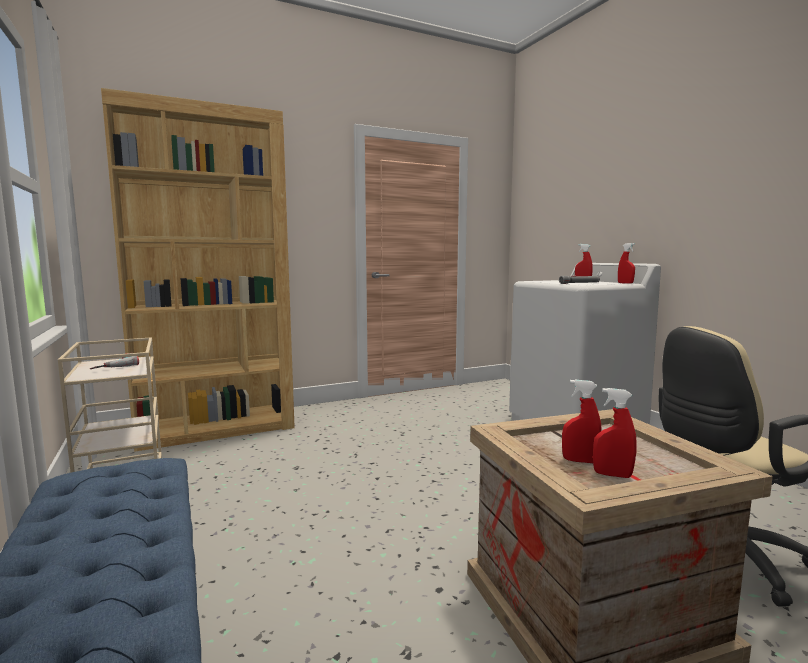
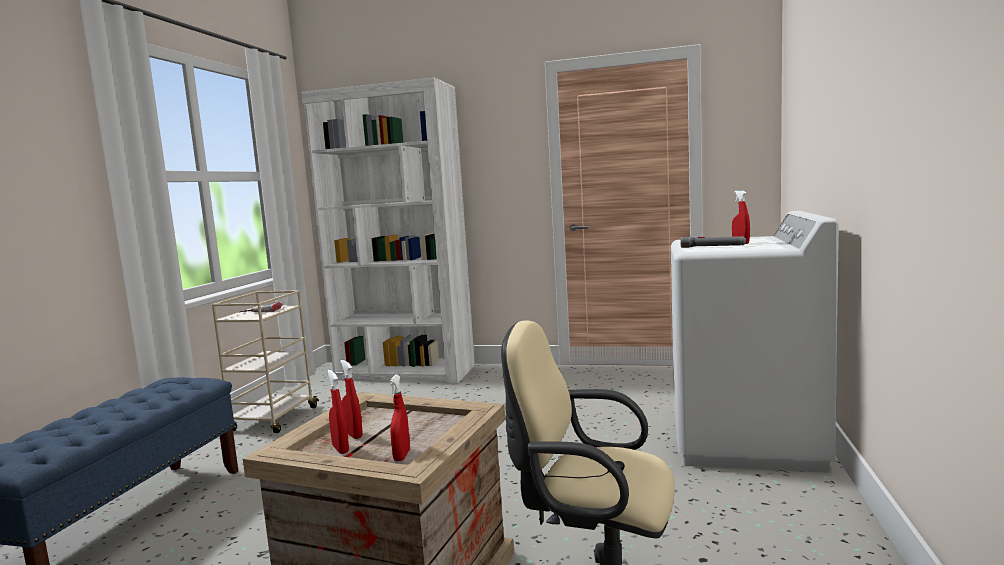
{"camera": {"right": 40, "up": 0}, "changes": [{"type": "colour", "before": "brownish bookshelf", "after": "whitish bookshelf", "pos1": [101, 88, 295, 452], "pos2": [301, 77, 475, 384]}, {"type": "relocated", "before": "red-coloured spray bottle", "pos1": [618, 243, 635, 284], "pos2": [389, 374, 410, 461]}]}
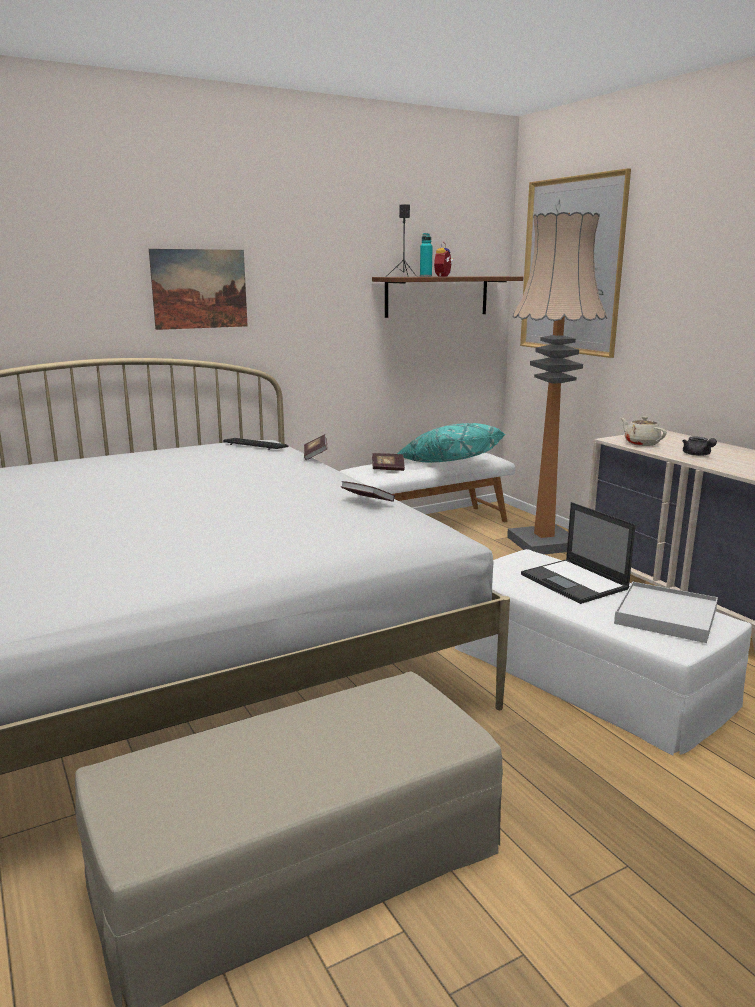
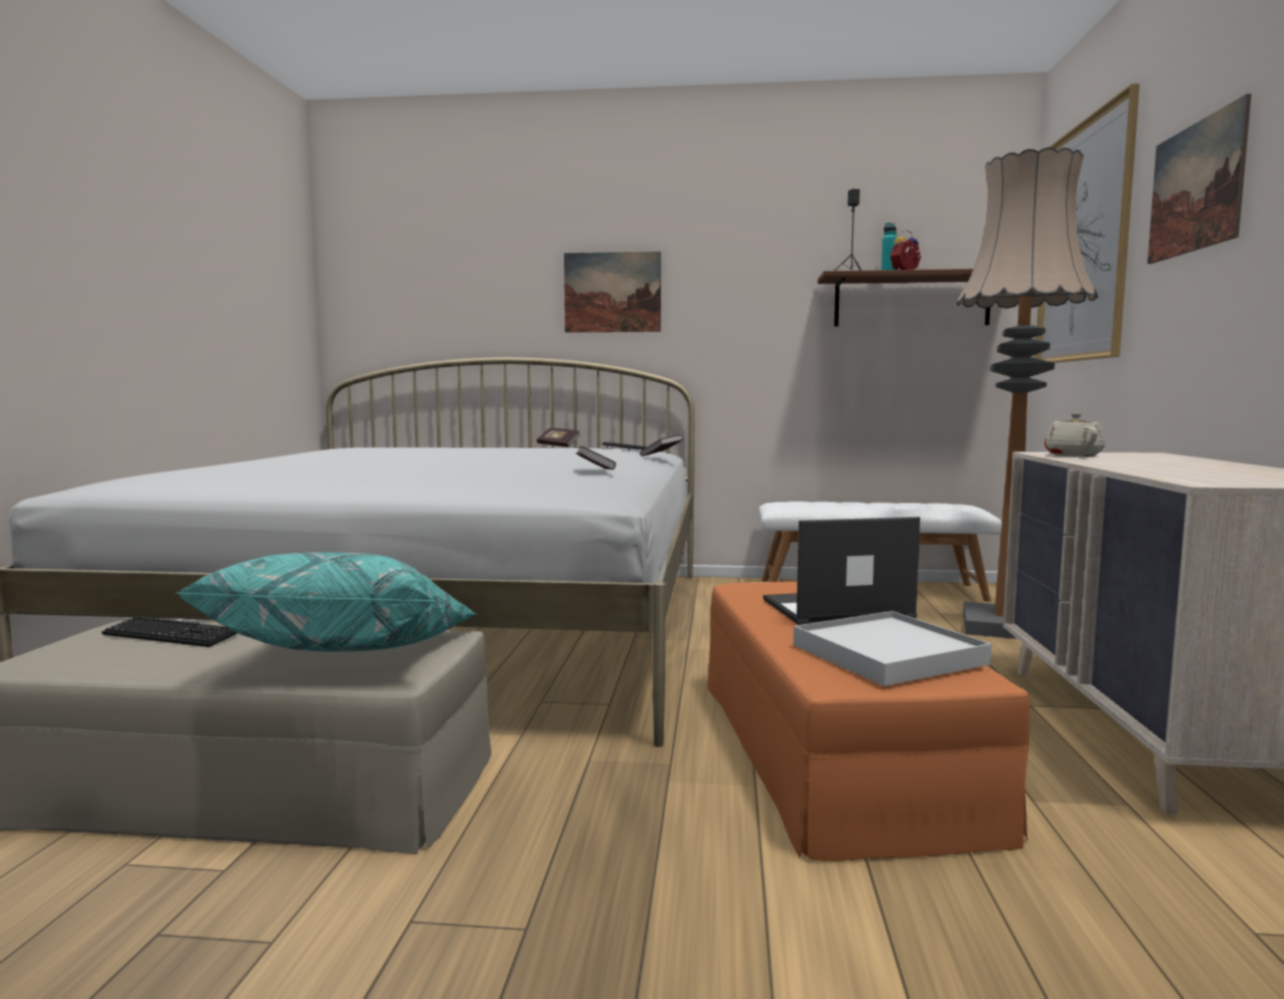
{"camera": {"right": 35, "up": -10}, "changes": [{"type": "appeared", "after": "PC keyboard", "pos2": [102, 616, 238, 647]}, {"type": "relocated", "before": "turquoise pillow", "pos1": [397, 423, 506, 463], "pos2": [176, 552, 477, 652]}, {"type": "relocated", "before": "bound book", "pos1": [372, 453, 405, 471], "pos2": [537, 428, 580, 447]}, {"type": "colour", "before": "whitish pouffe", "after": "orange-coloured pouffe", "pos1": [455, 549, 752, 755], "pos2": [707, 582, 1030, 861]}, {"type": "spun", "before": "portable computer", "pos1": [521, 502, 636, 604], "pos2": [763, 517, 920, 625], "turn": 75}, {"type": "appeared", "after": "wall art", "pos2": [1147, 94, 1251, 264]}, {"type": "missing", "before": "gray pot for tea", "pos1": [682, 436, 717, 456]}]}
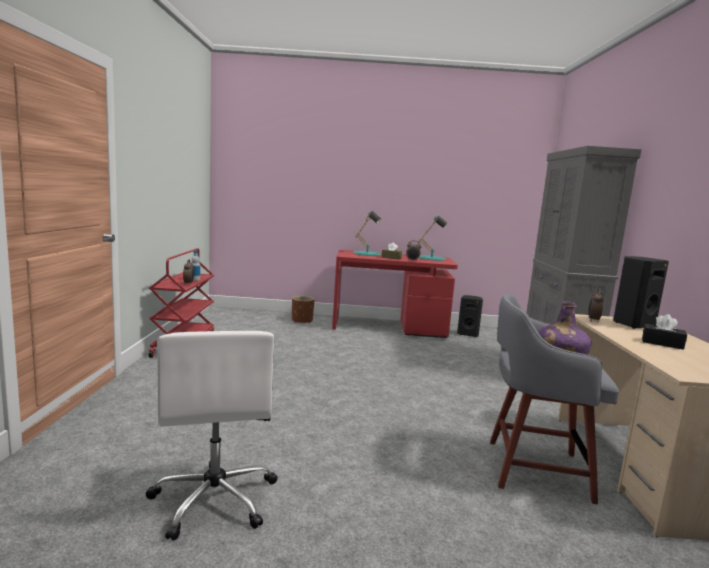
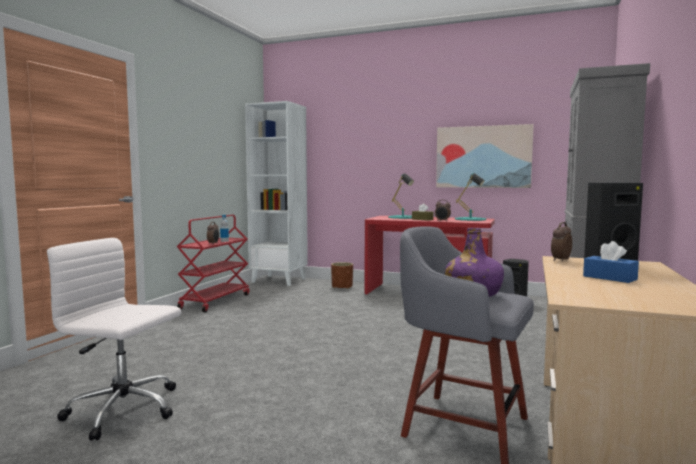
{"camera": {"right": 20, "up": -5}, "changes": [{"type": "spun", "before": "whitish computer chair", "pos1": [145, 331, 278, 541], "pos2": [47, 238, 181, 441], "turn": 105}, {"type": "appeared", "after": "whitish bookshelf", "pos2": [245, 101, 308, 286]}, {"type": "appeared", "after": "wall art", "pos2": [436, 124, 534, 188]}, {"type": "colour", "before": "blackish tissue holder", "after": "blue-coloured tissue holder", "pos1": [642, 314, 687, 350], "pos2": [583, 241, 639, 283]}]}
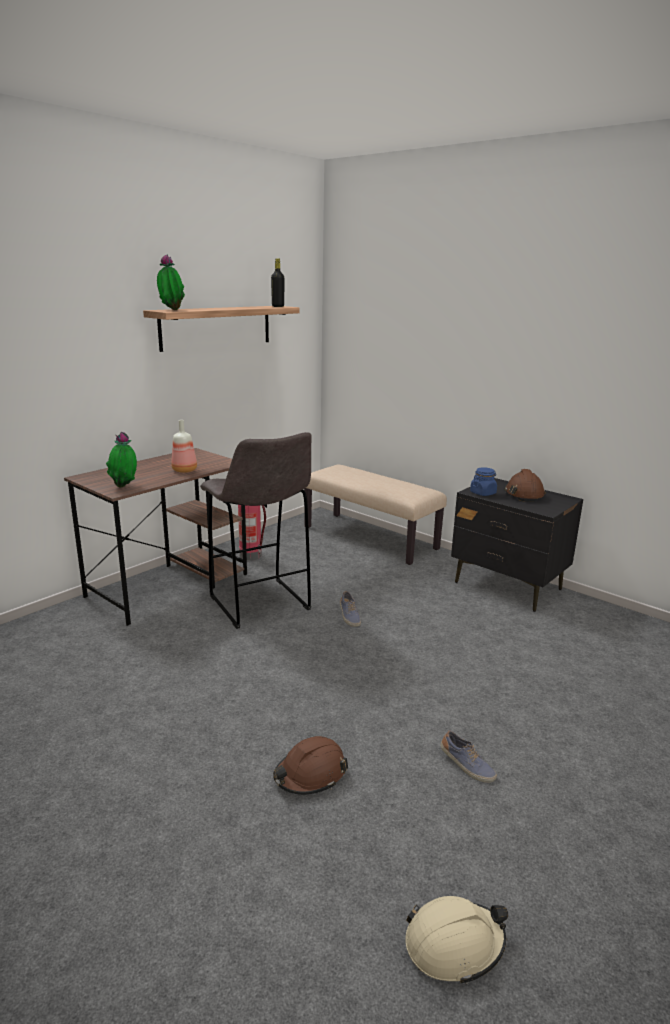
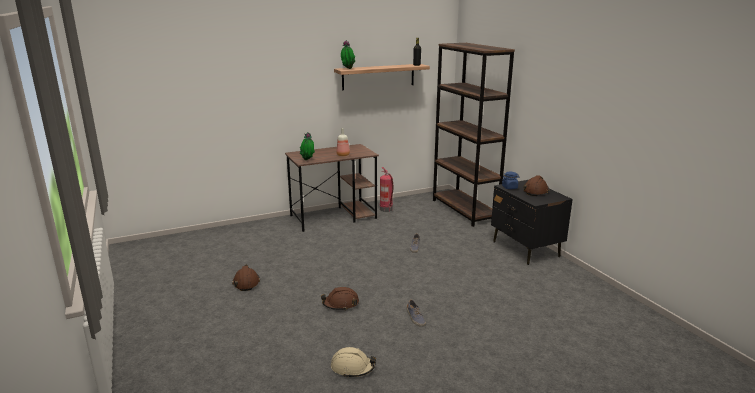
{"camera": {"right": 25, "up": 0}, "changes": [{"type": "appeared", "after": "brownish hard hat", "pos2": [232, 265, 260, 291]}, {"type": "exchanged", "before": "sand-coloured indoor bench", "after": "brownish bookshelf", "pos1": [304, 464, 447, 565], "pos2": [433, 43, 515, 227]}, {"type": "missing", "before": "gray sitting stool", "pos1": [200, 432, 312, 629]}]}
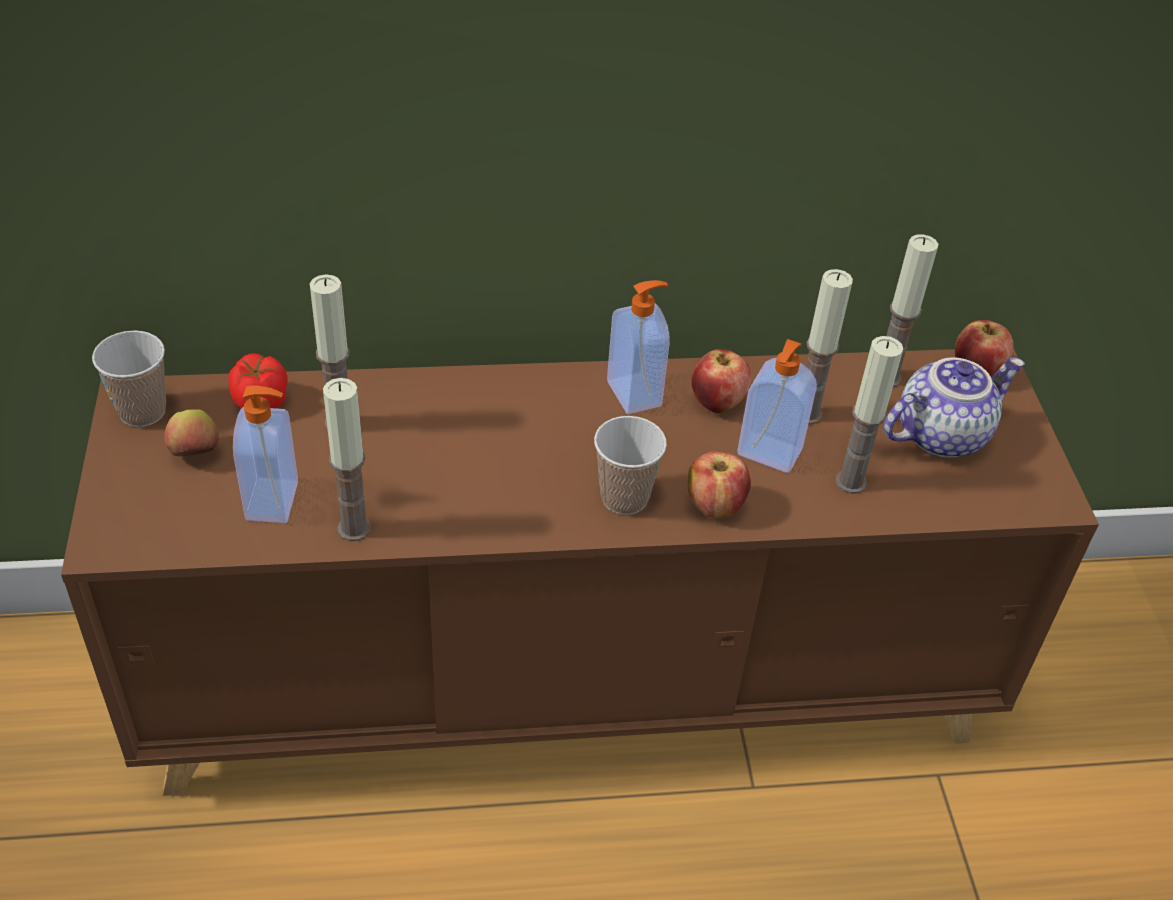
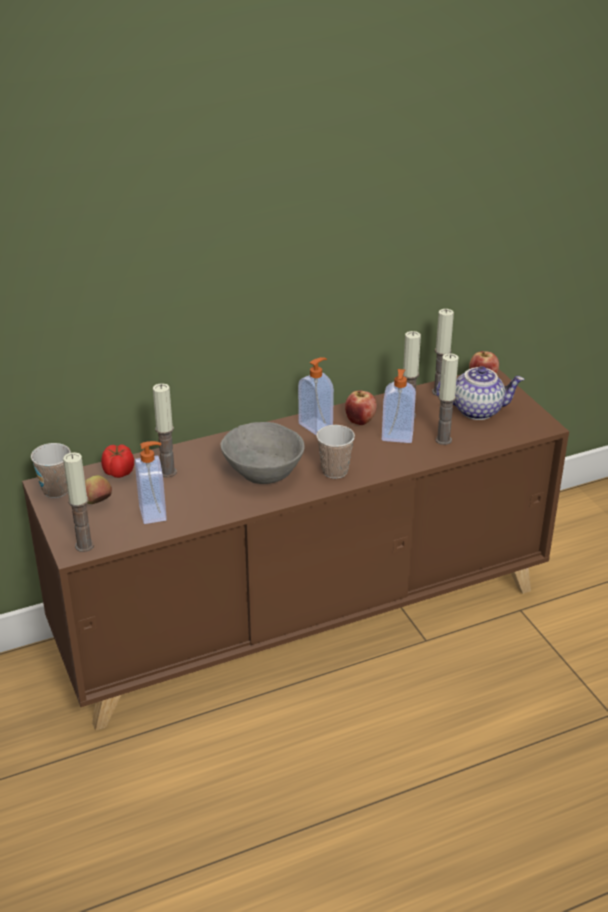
{"camera": {"right": -15, "up": -10}, "changes": [{"type": "relocated", "before": "wax light", "pos1": [323, 378, 371, 541], "pos2": [63, 452, 94, 552]}, {"type": "appeared", "after": "gray serving bowl", "pos2": [220, 422, 305, 484]}, {"type": "spun", "before": "pot for tea", "pos1": [884, 357, 1025, 458], "pos2": [436, 366, 525, 420], "turn": 45}, {"type": "missing", "before": "apple", "pos1": [688, 452, 751, 518]}]}
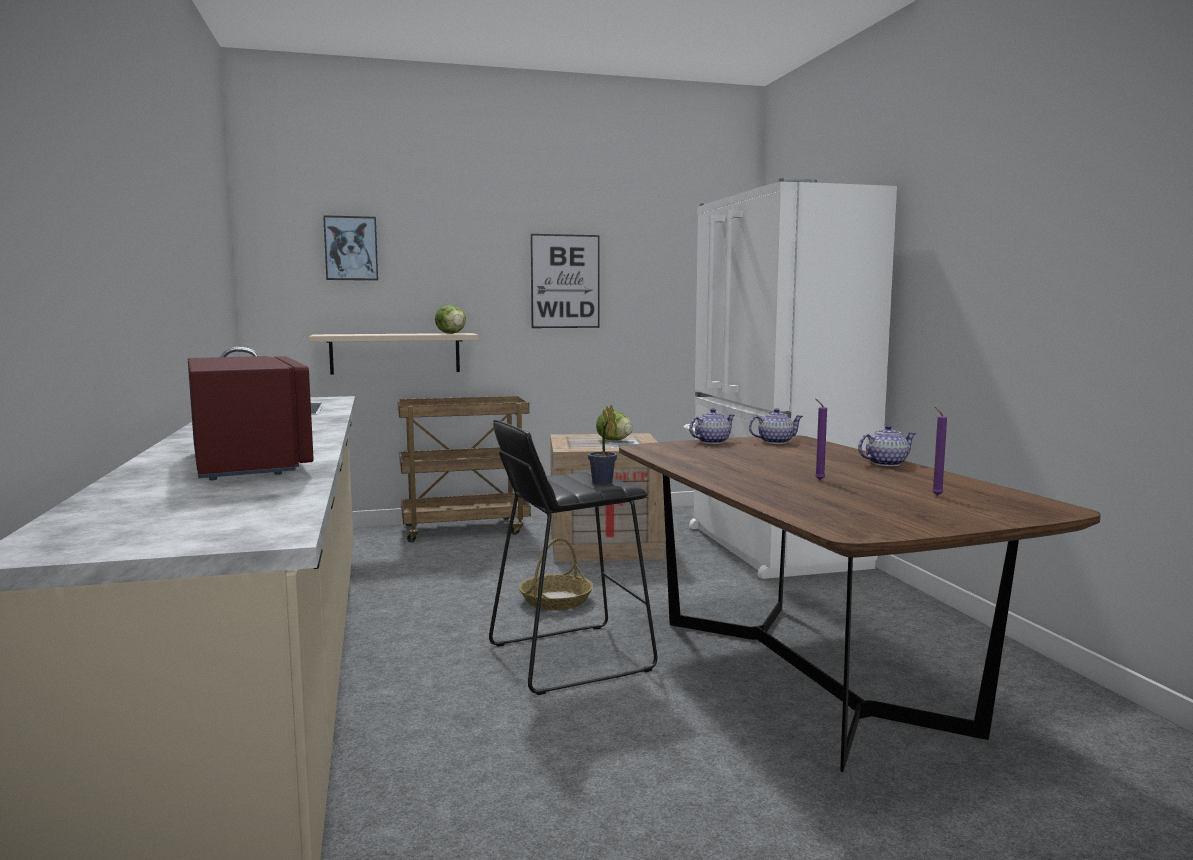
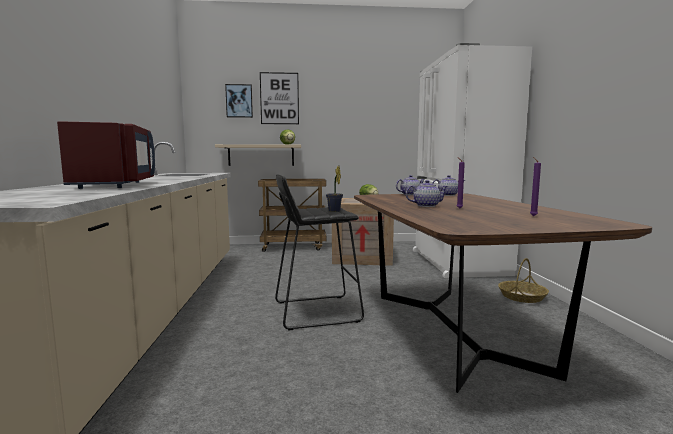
{"camera": {"right": 10, "up": 0}, "changes": [{"type": "relocated", "before": "wall art", "pos1": [530, 234, 600, 328], "pos2": [260, 72, 299, 124]}, {"type": "relocated", "before": "pot for tea", "pos1": [858, 425, 916, 466], "pos2": [406, 180, 448, 207]}, {"type": "relocated", "before": "storage basket", "pos1": [519, 538, 593, 610], "pos2": [498, 258, 549, 303]}]}
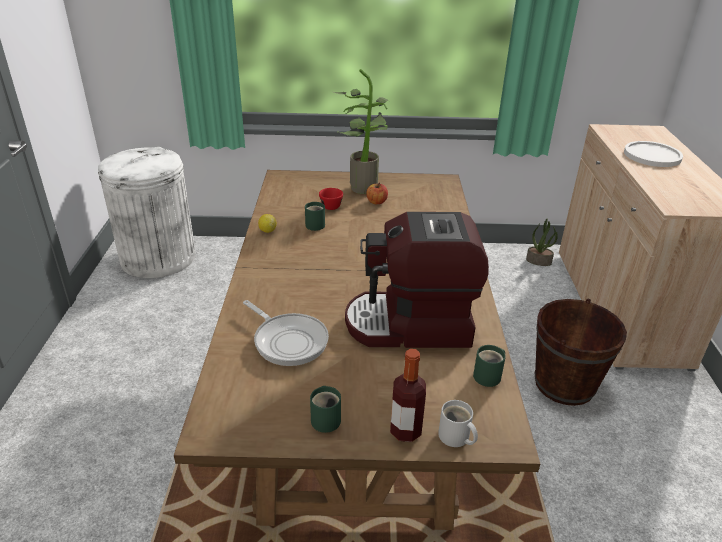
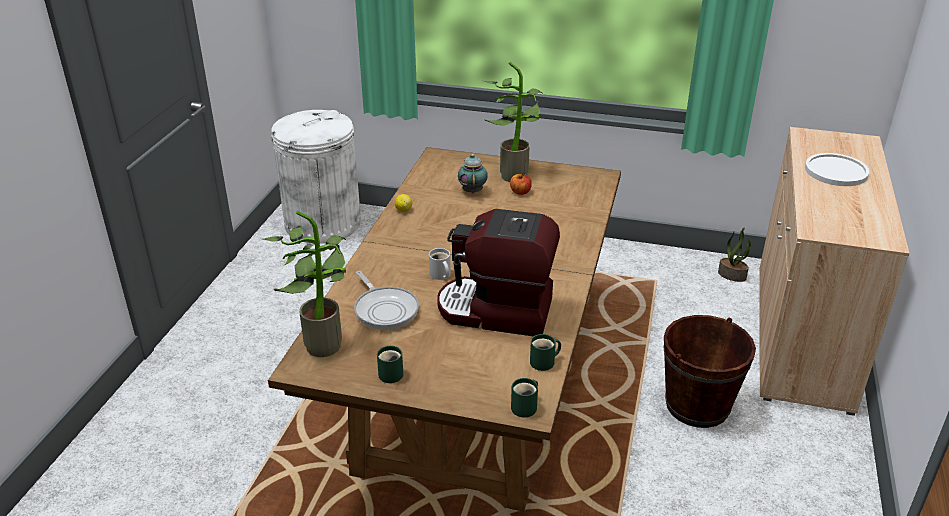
{"camera": {"right": 15, "up": 0}, "changes": [{"type": "appeared", "after": "houseplant", "pos2": [262, 211, 346, 357]}, {"type": "relocated", "before": "whitish coffee mug", "pos1": [438, 400, 478, 447], "pos2": [429, 248, 451, 280]}, {"type": "exchanged", "before": "red-coloured drinking cup", "after": "pot for tea", "pos1": [319, 188, 343, 210], "pos2": [458, 154, 488, 193]}, {"type": "relocated", "before": "green-coloured coffee mug", "pos1": [305, 202, 325, 231], "pos2": [511, 378, 538, 418]}, {"type": "missing", "before": "beverage bottle", "pos1": [390, 349, 426, 442]}]}
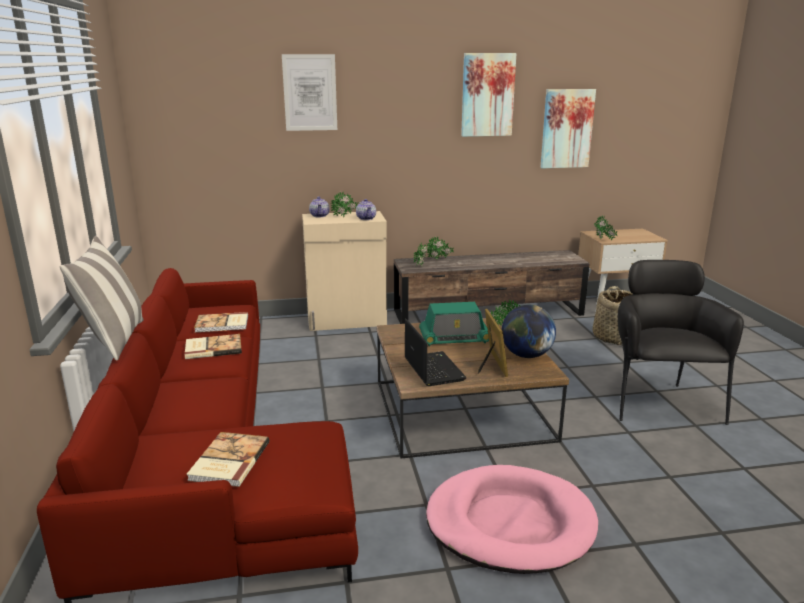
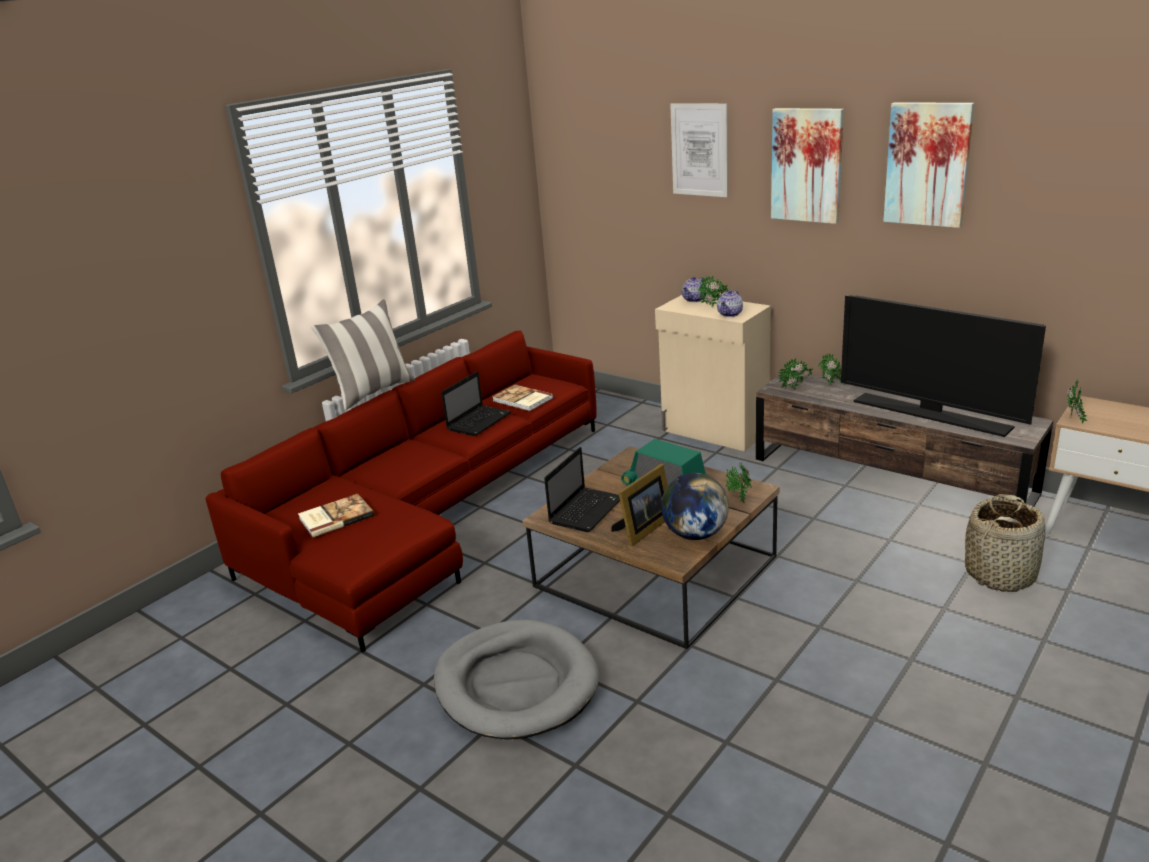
{"camera": {"right": 50, "up": 5}, "changes": [{"type": "colour", "before": "pinkish dog cushion", "after": "gray dog cushion", "pos1": [426, 465, 598, 574], "pos2": [434, 620, 599, 739]}, {"type": "exchanged", "before": "bound book", "after": "portable computer", "pos1": [185, 334, 242, 359], "pos2": [441, 371, 511, 436]}, {"type": "relocated", "before": "wall art", "pos1": [540, 89, 596, 168], "pos2": [771, 108, 844, 224]}, {"type": "appeared", "after": "television", "pos2": [841, 295, 1046, 437]}, {"type": "missing", "before": "blackish easy chair", "pos1": [618, 260, 744, 425]}]}
